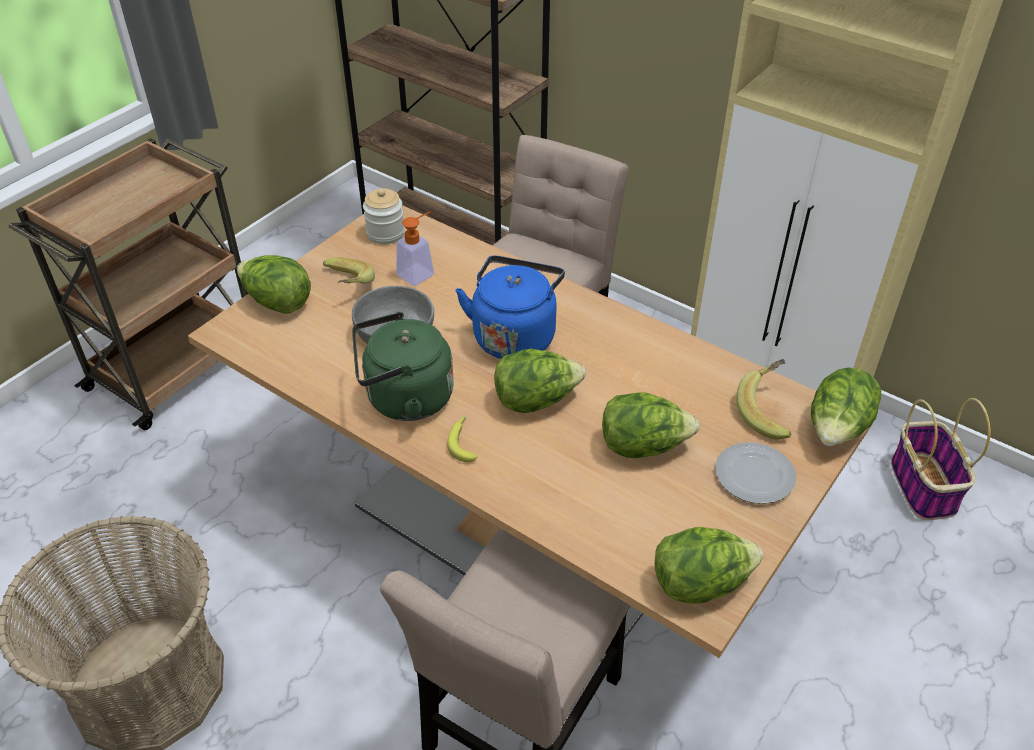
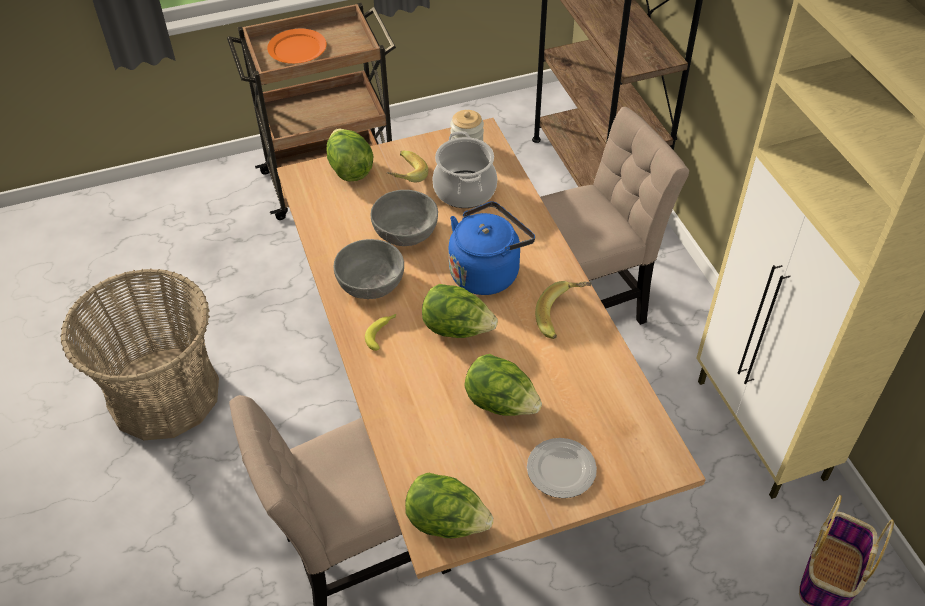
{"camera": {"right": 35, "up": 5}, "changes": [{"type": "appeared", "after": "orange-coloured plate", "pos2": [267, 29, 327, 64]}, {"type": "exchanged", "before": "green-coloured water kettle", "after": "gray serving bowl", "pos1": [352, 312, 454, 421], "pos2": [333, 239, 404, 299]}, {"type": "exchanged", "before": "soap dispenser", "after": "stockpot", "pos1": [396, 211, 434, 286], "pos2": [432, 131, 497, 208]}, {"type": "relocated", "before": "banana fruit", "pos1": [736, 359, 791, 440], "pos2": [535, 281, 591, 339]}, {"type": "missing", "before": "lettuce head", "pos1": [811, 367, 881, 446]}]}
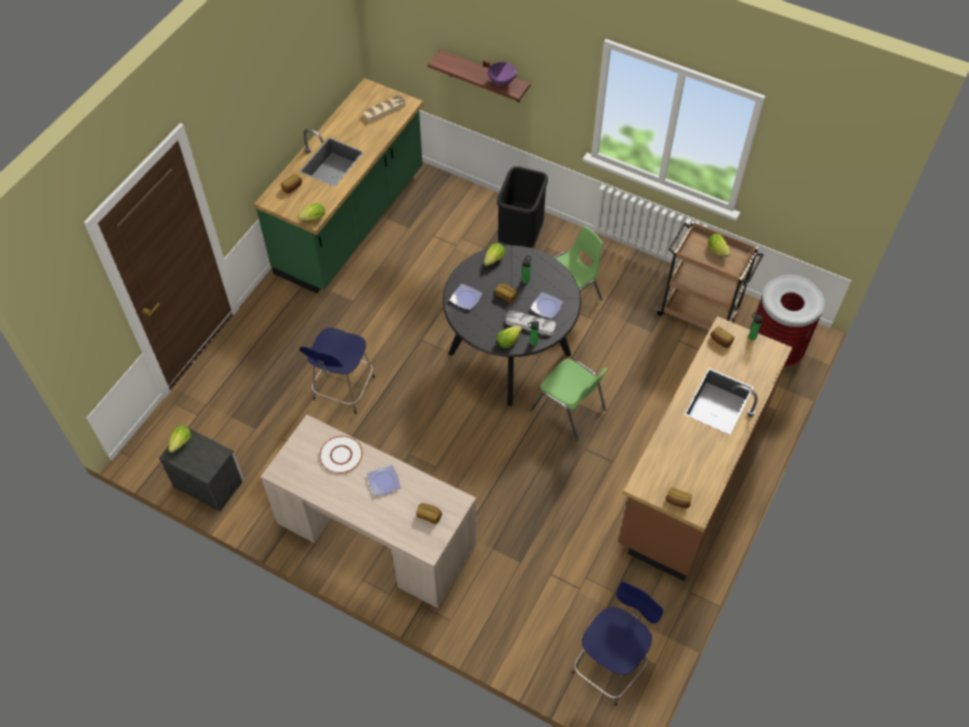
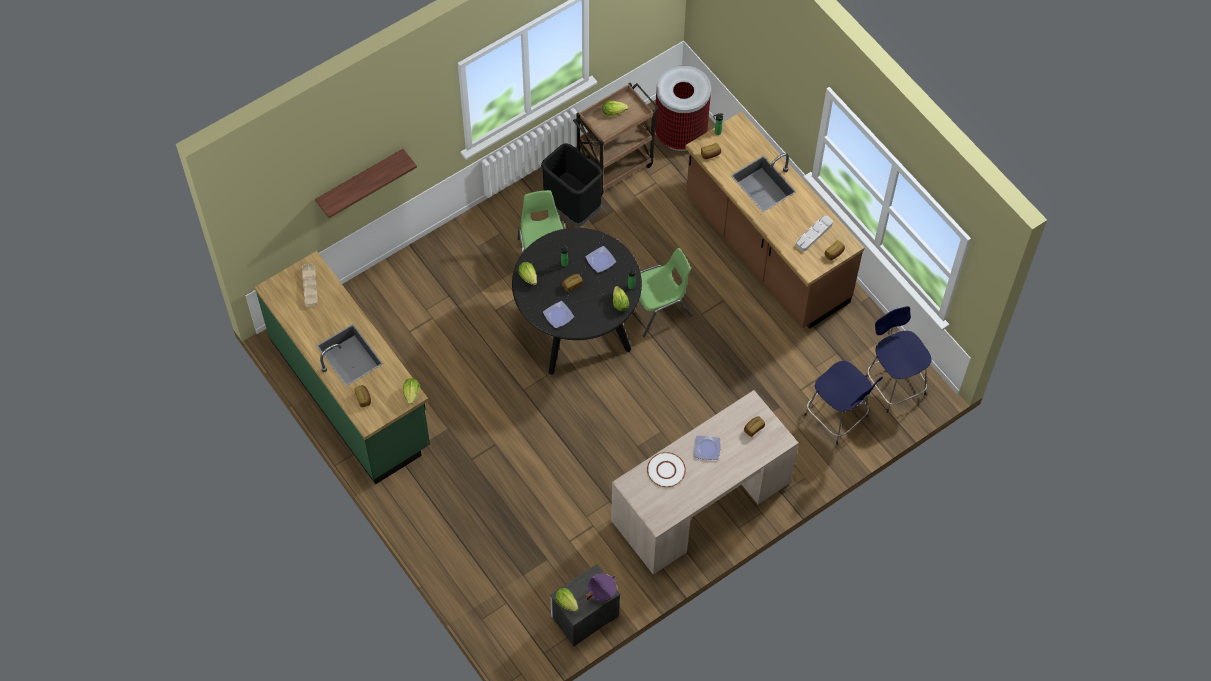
{"camera": {"right": -65, "up": 5}, "changes": [{"type": "relocated", "before": "blackish rubbish bin", "pos1": [497, 166, 548, 248], "pos2": [541, 143, 603, 227]}, {"type": "relocated", "before": "purple stockpot", "pos1": [483, 60, 518, 86], "pos2": [585, 574, 617, 602]}, {"type": "relocated", "before": "gray carrying tray", "pos1": [506, 310, 556, 336], "pos2": [796, 215, 833, 251]}, {"type": "relocated", "before": "blue-coloured sitting stool", "pos1": [299, 328, 375, 414], "pos2": [804, 361, 883, 445]}]}
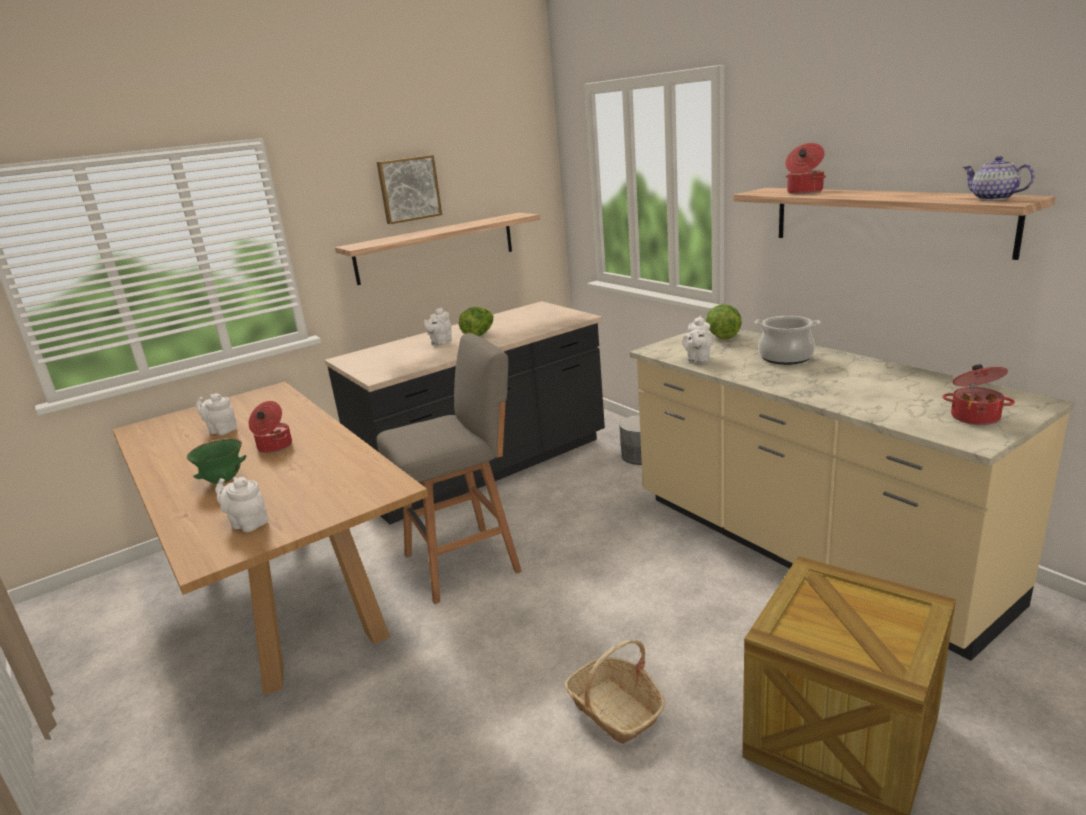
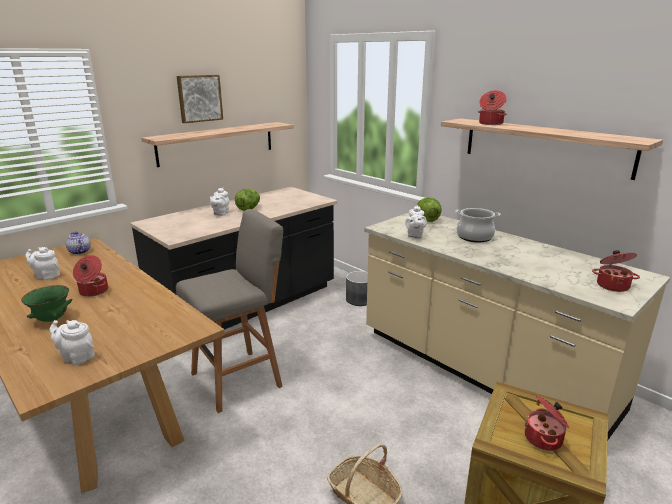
{"camera": {"right": -10, "up": 0}, "changes": [{"type": "relocated", "before": "pot for tea", "pos1": [963, 156, 1035, 201], "pos2": [66, 232, 91, 255]}, {"type": "appeared", "after": "stockpot", "pos2": [525, 395, 569, 451]}]}
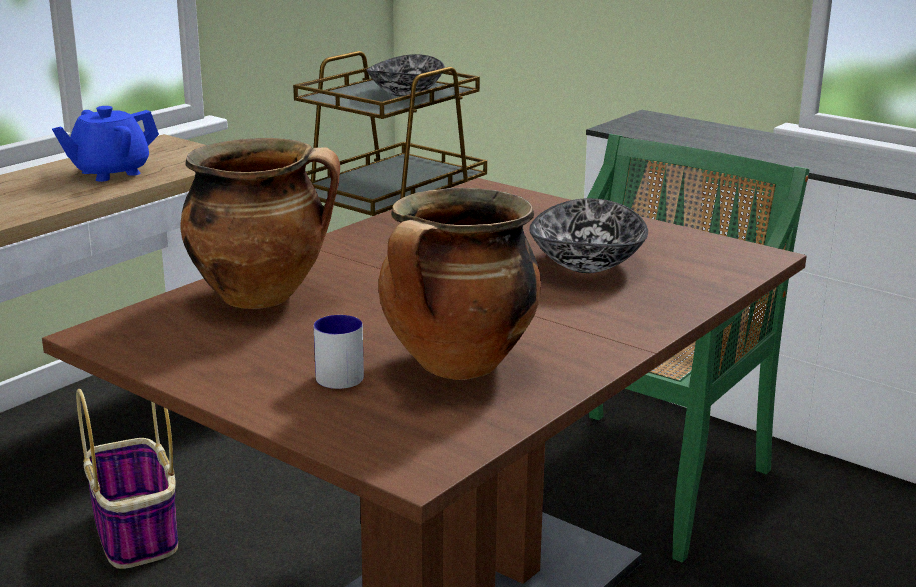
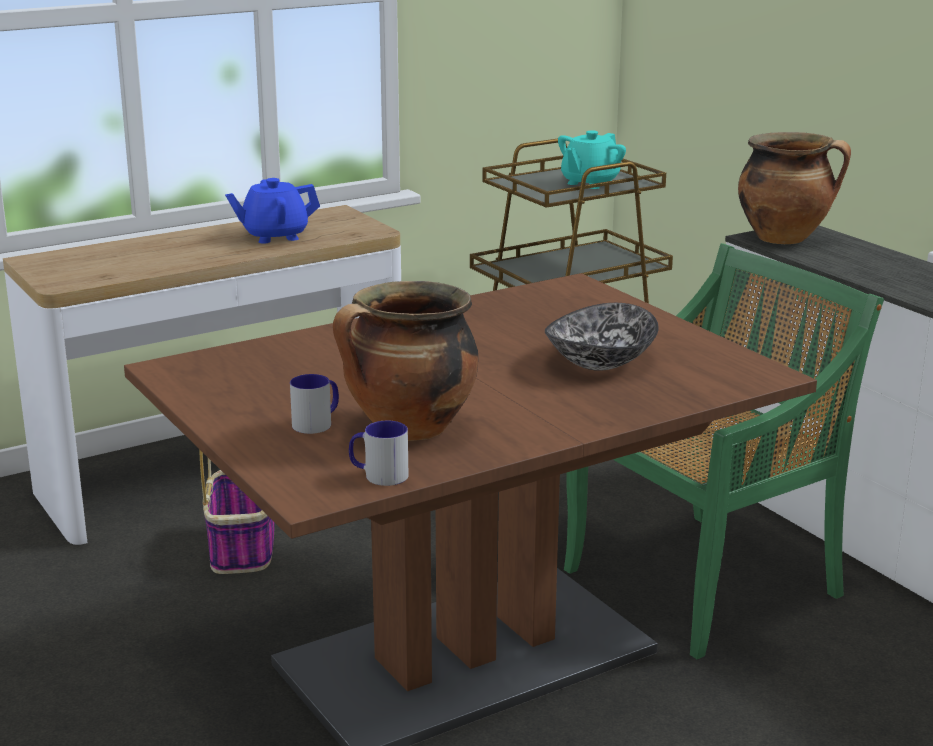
{"camera": {"right": 20, "up": 0}, "changes": [{"type": "appeared", "after": "coffee mug", "pos2": [349, 421, 408, 486]}, {"type": "exchanged", "before": "serving bowl", "after": "turquoise pot for tea", "pos1": [367, 54, 445, 97], "pos2": [558, 130, 626, 189]}, {"type": "relocated", "before": "stockpot", "pos1": [181, 138, 340, 309], "pos2": [738, 132, 851, 244]}]}
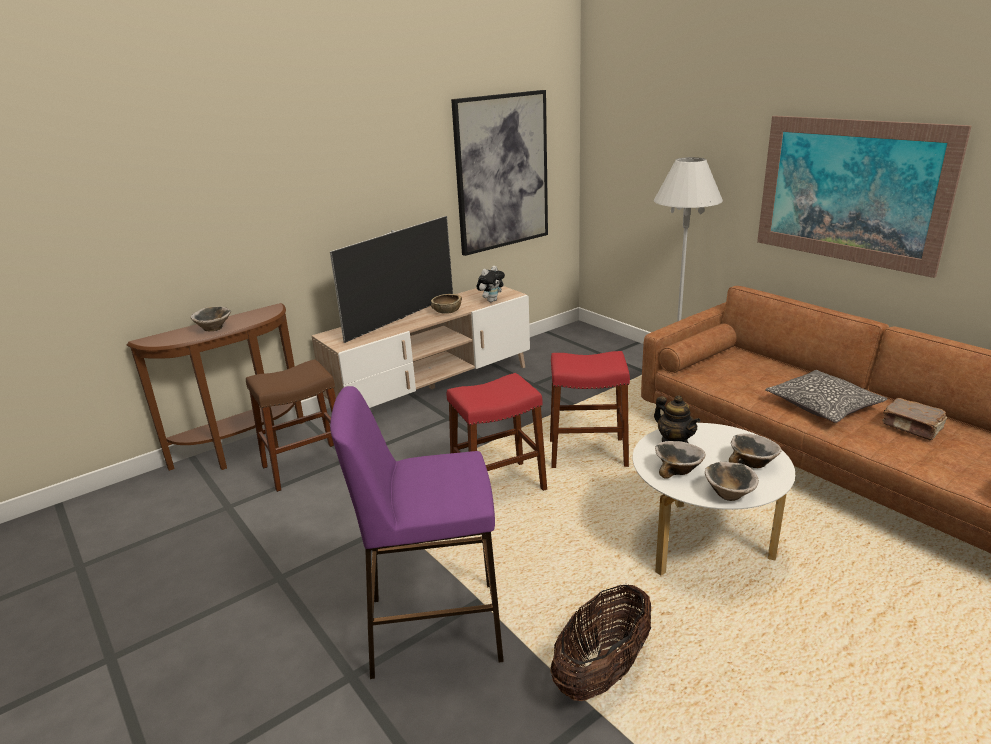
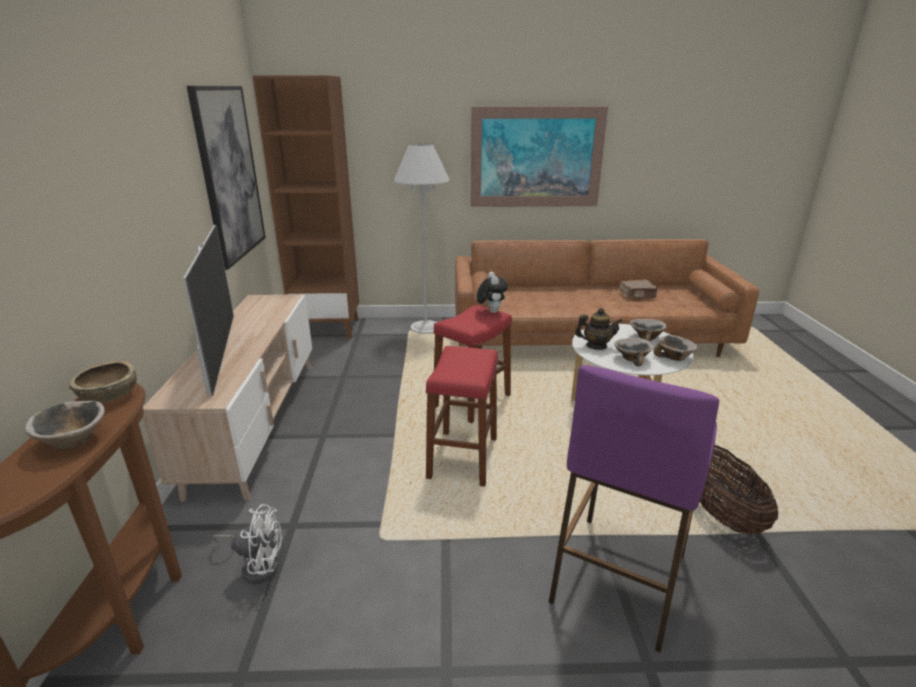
{"camera": {"right": -55, "up": 0}, "changes": [{"type": "relocated", "before": "brownish serving bowl", "pos1": [431, 294, 462, 314], "pos2": [68, 361, 137, 402]}, {"type": "exchanged", "before": "brownish sitting stool", "after": "whitish cooling fan", "pos1": [246, 359, 336, 492], "pos2": [212, 504, 282, 584]}, {"type": "appeared", "after": "brownish bookshelf", "pos2": [253, 76, 359, 338]}, {"type": "relocated", "before": "soft toy", "pos1": [477, 266, 505, 302], "pos2": [477, 272, 508, 313]}, {"type": "missing", "before": "pillow", "pos1": [765, 370, 887, 423]}]}
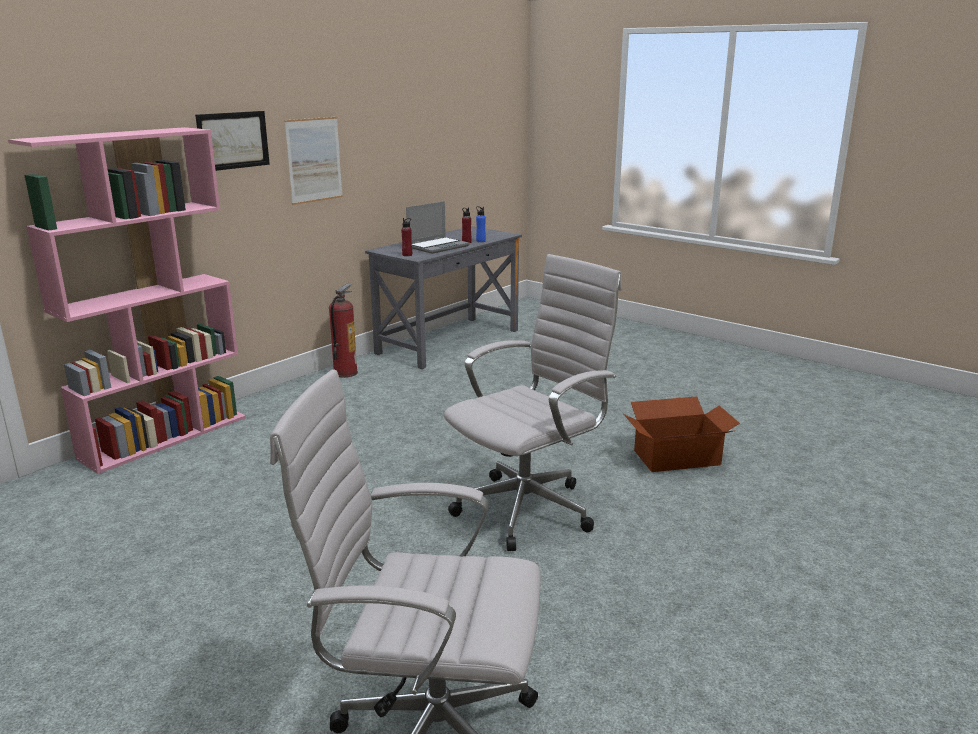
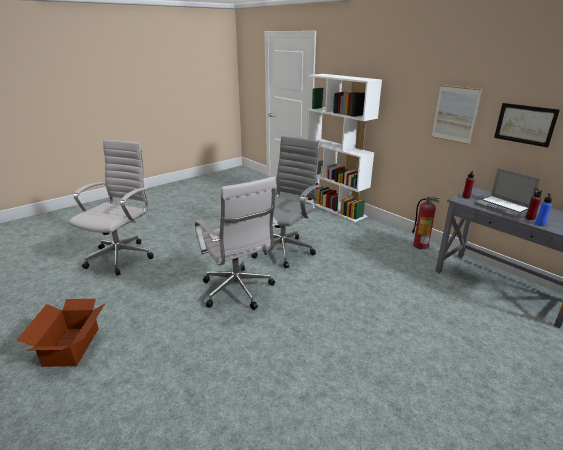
{"camera": {"right": 100, "up": 5}, "changes": [{"type": "relocated", "before": "packing box", "pos1": [624, 396, 740, 472], "pos2": [17, 299, 105, 367]}, {"type": "appeared", "after": "gray computer chair", "pos2": [251, 136, 321, 268]}, {"type": "colour", "before": "pinkish bookshelf", "after": "whitish bookshelf", "pos1": [8, 127, 246, 474], "pos2": [305, 74, 382, 222]}, {"type": "relocated", "before": "wall art", "pos1": [195, 111, 270, 171], "pos2": [494, 103, 560, 148]}]}
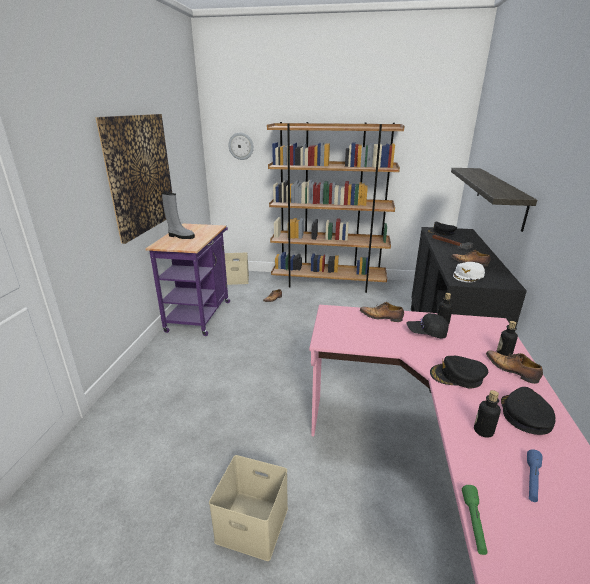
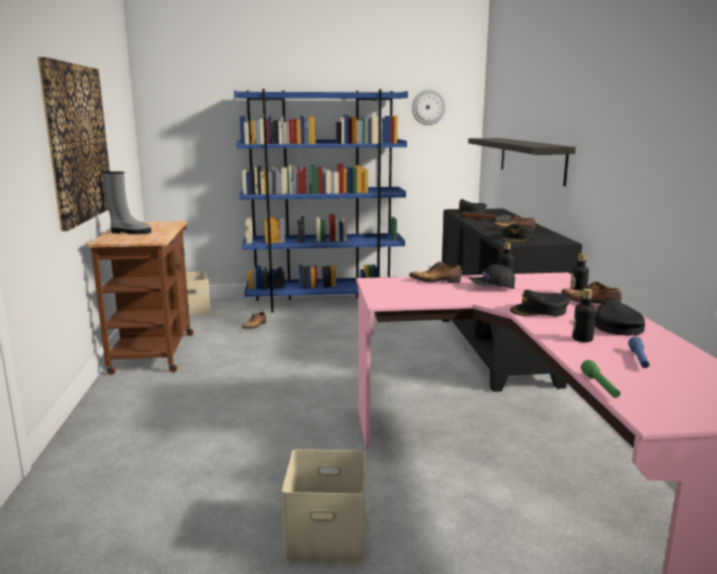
{"camera": {"right": -15, "up": -10}, "changes": [{"type": "colour", "before": "purple cart", "after": "brownish cart", "pos1": [145, 224, 230, 336], "pos2": [87, 221, 194, 375]}, {"type": "colour", "before": "brownish bookshelf", "after": "blue-coloured bookshelf", "pos1": [267, 122, 404, 293], "pos2": [234, 89, 408, 312]}, {"type": "relocated", "before": "wall clock", "pos1": [228, 132, 254, 160], "pos2": [412, 89, 446, 125]}, {"type": "colour", "before": "whitish baseball cap", "after": "blackish baseball cap", "pos1": [453, 262, 485, 282], "pos2": [501, 224, 535, 243]}]}
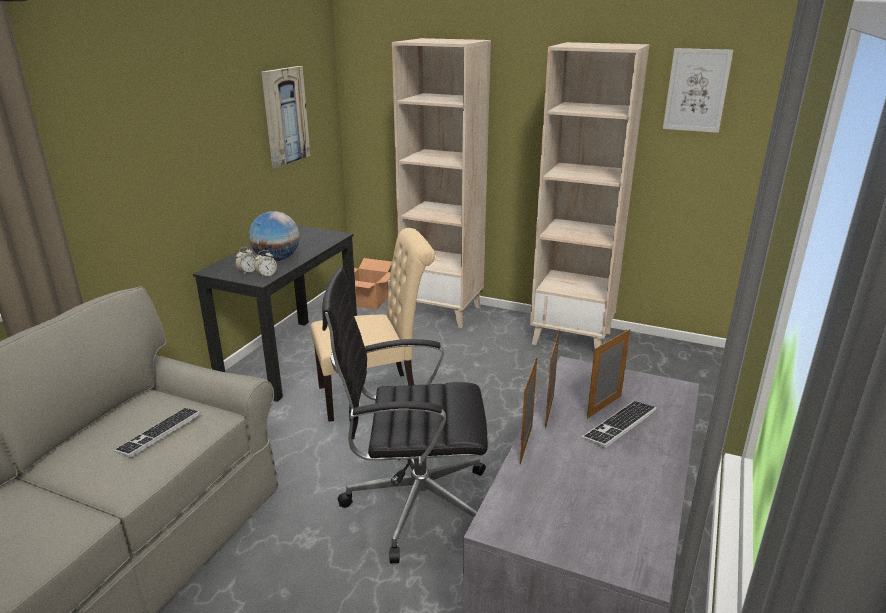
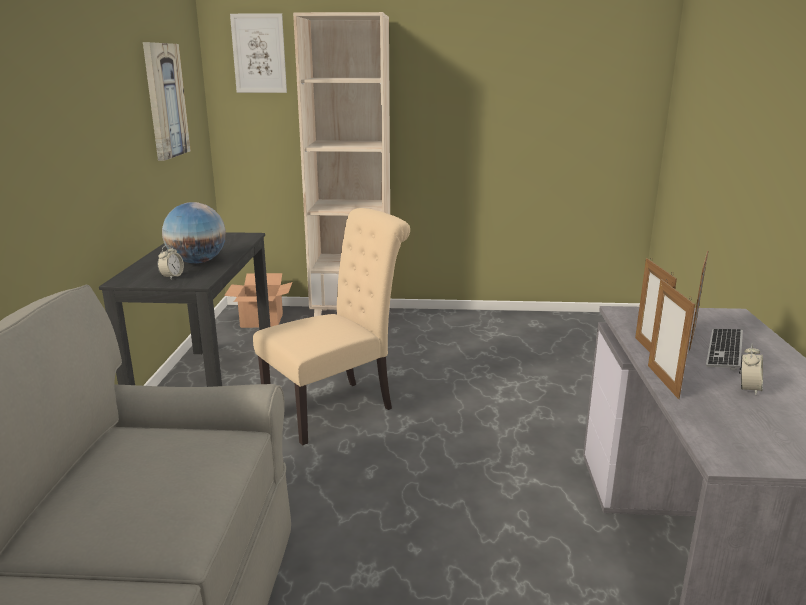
{"camera": {"right": -20, "up": -5}, "changes": [{"type": "relocated", "before": "wall art", "pos1": [663, 48, 733, 133], "pos2": [230, 13, 287, 93]}, {"type": "relocated", "before": "bedside clock", "pos1": [254, 250, 277, 278], "pos2": [739, 343, 763, 395]}, {"type": "missing", "before": "PC keyboard", "pos1": [114, 408, 200, 458]}, {"type": "missing", "before": "blackish computer chair", "pos1": [322, 267, 488, 563]}, {"type": "missing", "before": "sand-coloured bookshelf", "pos1": [530, 42, 650, 348]}]}
